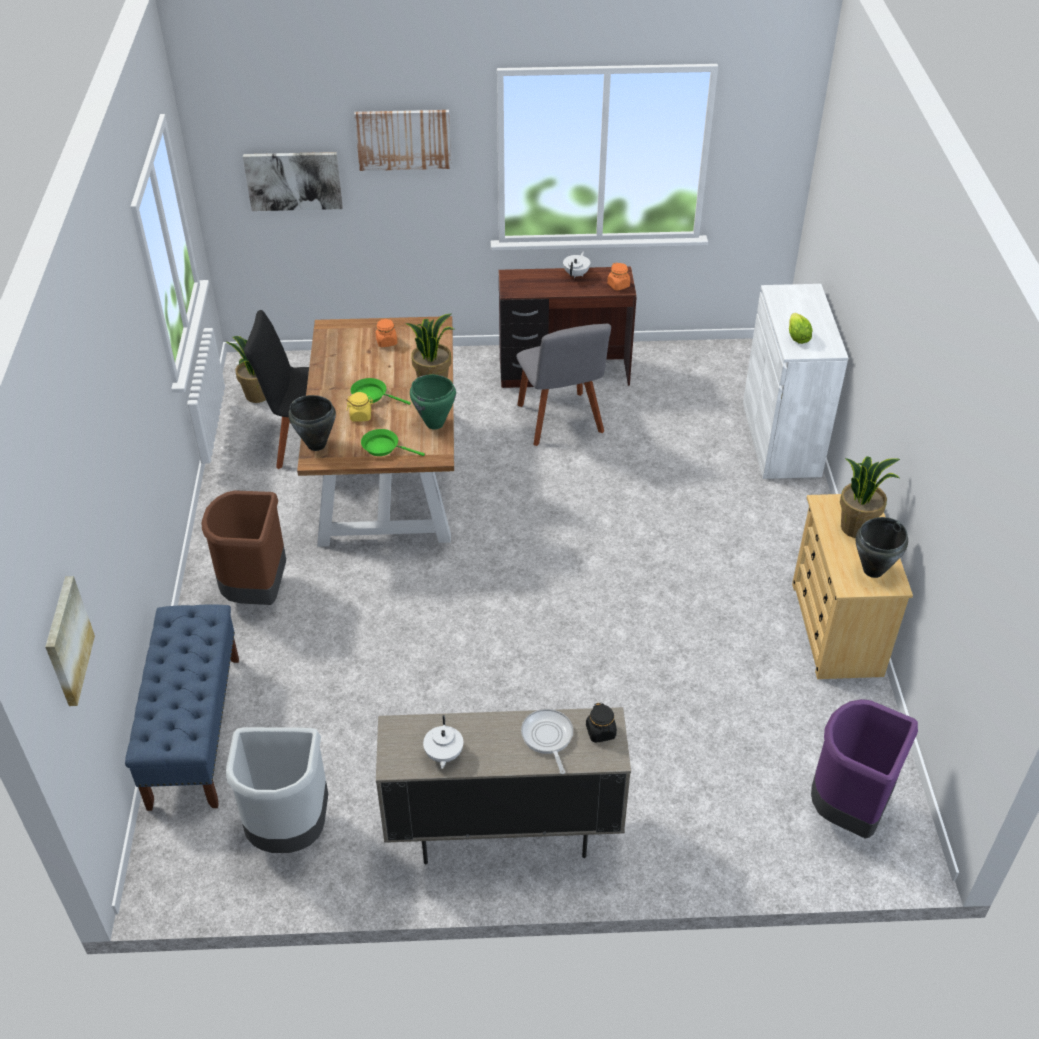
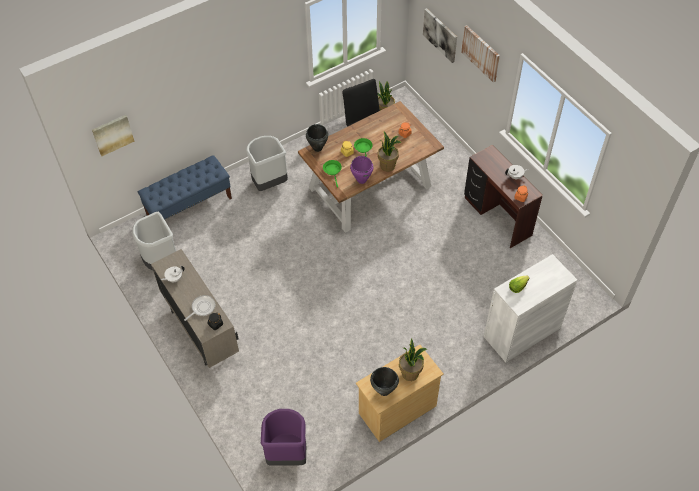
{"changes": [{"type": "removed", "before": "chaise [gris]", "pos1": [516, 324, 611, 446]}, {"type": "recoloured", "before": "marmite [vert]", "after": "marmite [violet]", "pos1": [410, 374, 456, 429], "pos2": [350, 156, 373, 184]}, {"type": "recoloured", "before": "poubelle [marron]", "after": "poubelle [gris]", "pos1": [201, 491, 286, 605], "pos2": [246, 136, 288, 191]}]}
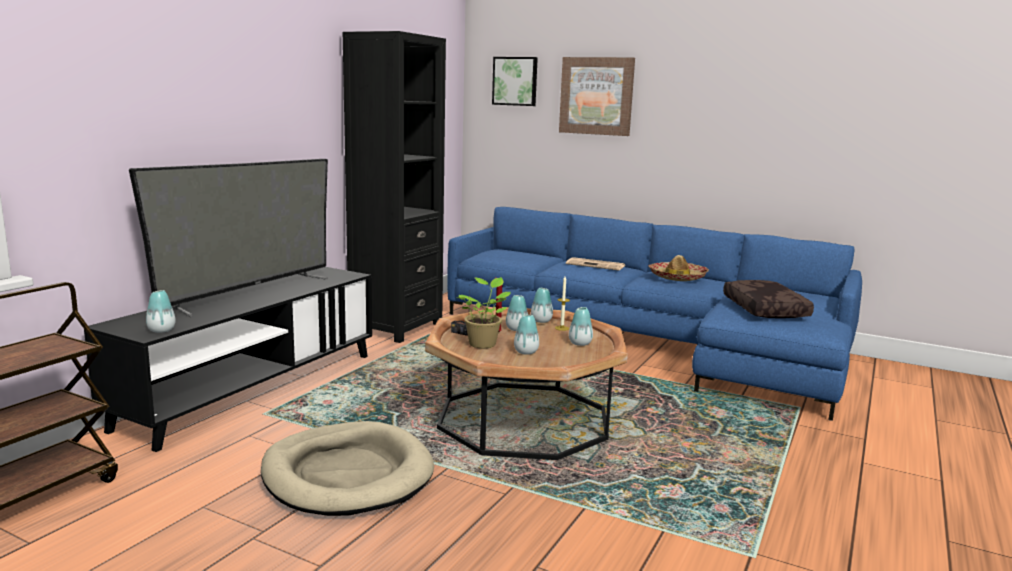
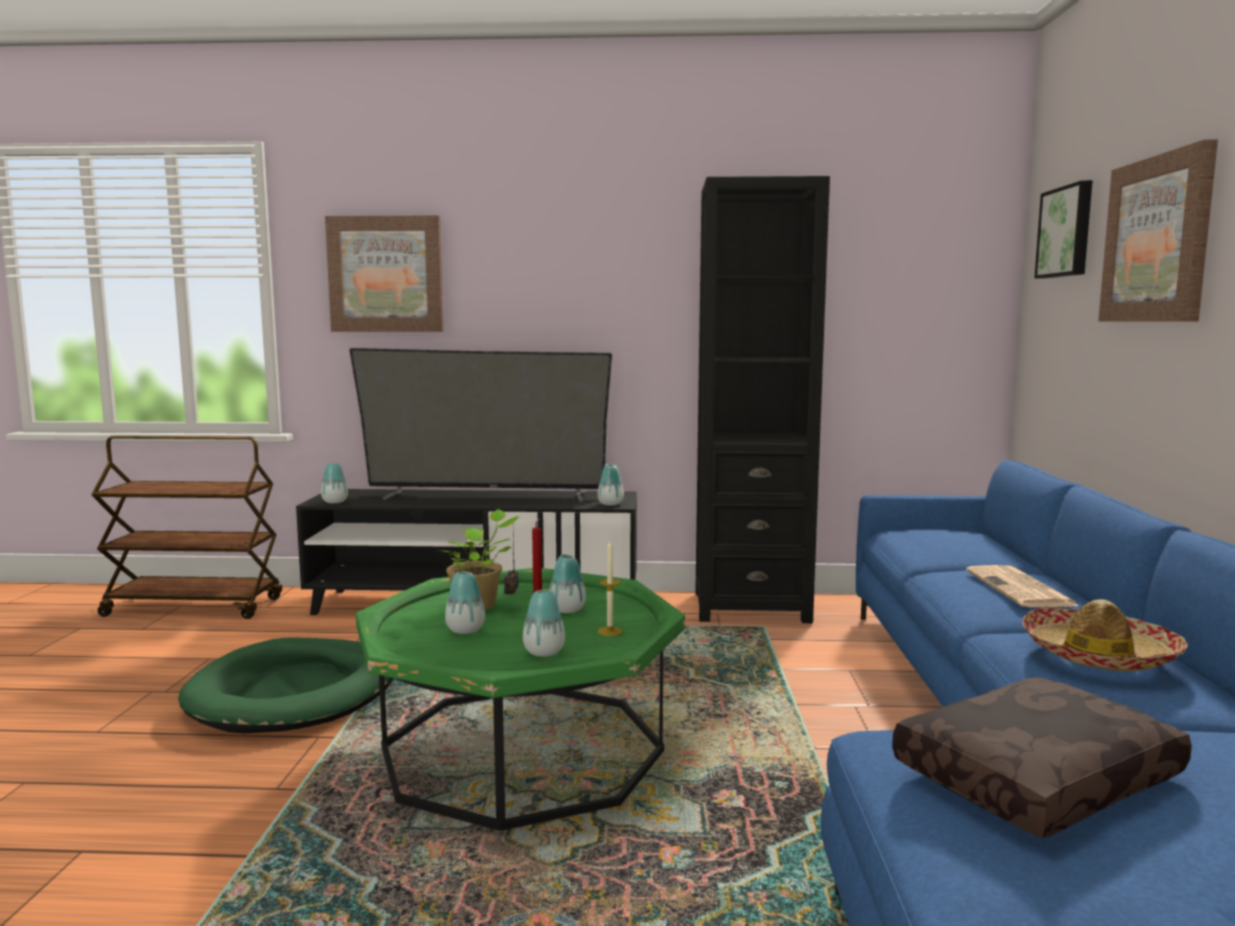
{"changes": [{"type": "moved", "before": "vase", "pos1": [531, 288, 553, 323], "pos2": [598, 464, 624, 506]}, {"type": "recoloured", "before": "table basse [marron]", "after": "table basse [vert]", "pos1": [425, 307, 628, 460], "pos2": [356, 568, 685, 831]}, {"type": "recoloured", "before": "panier pour chien [beige]", "after": "panier pour chien [vert]", "pos1": [261, 421, 434, 516], "pos2": [178, 638, 393, 734]}, {"type": "added", "after": "tableau", "pos2": [325, 215, 444, 332]}]}
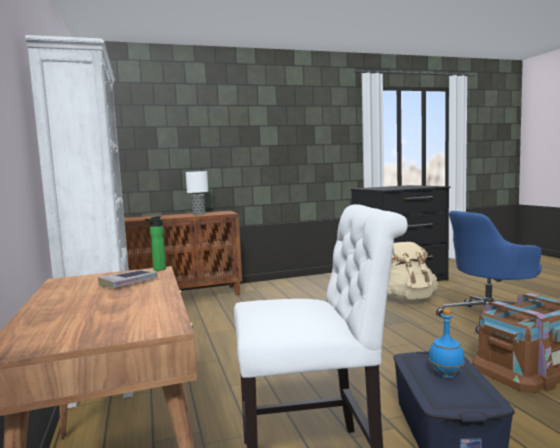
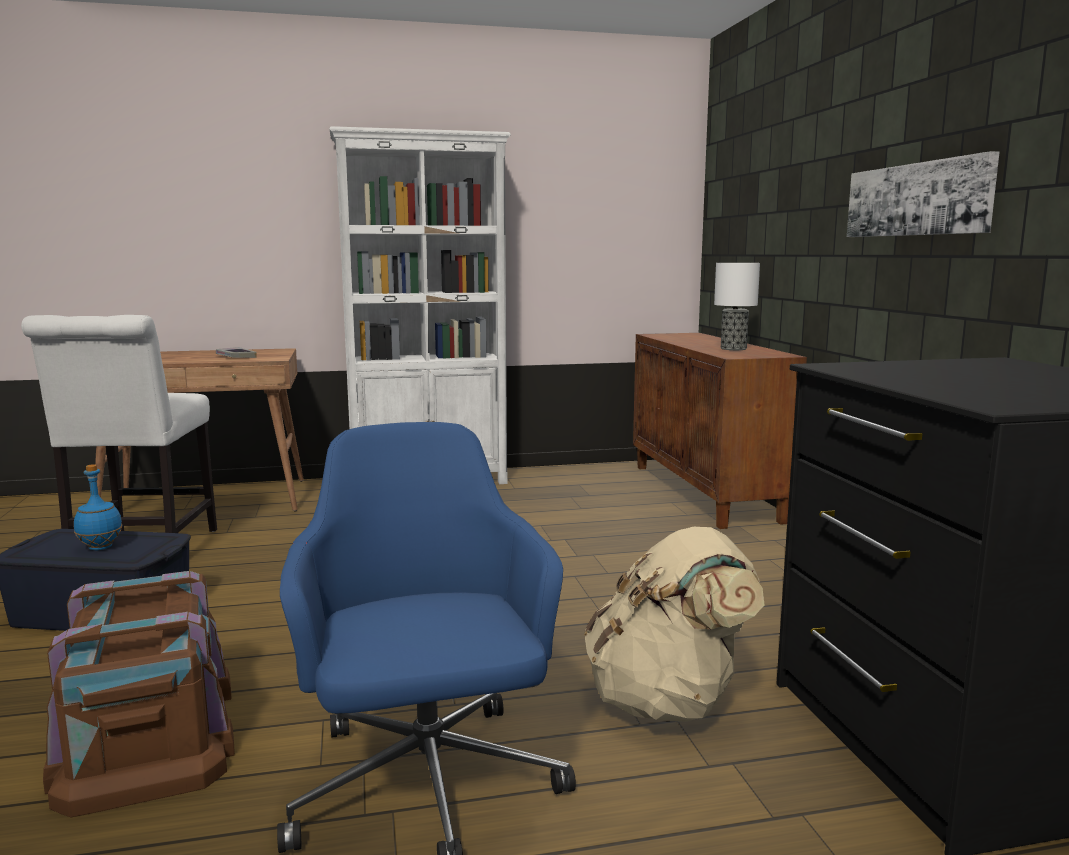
{"changes": [{"type": "removed", "before": "bouteille", "pos1": [145, 216, 166, 271]}, {"type": "added", "after": "tableau", "pos2": [847, 151, 1000, 237]}]}
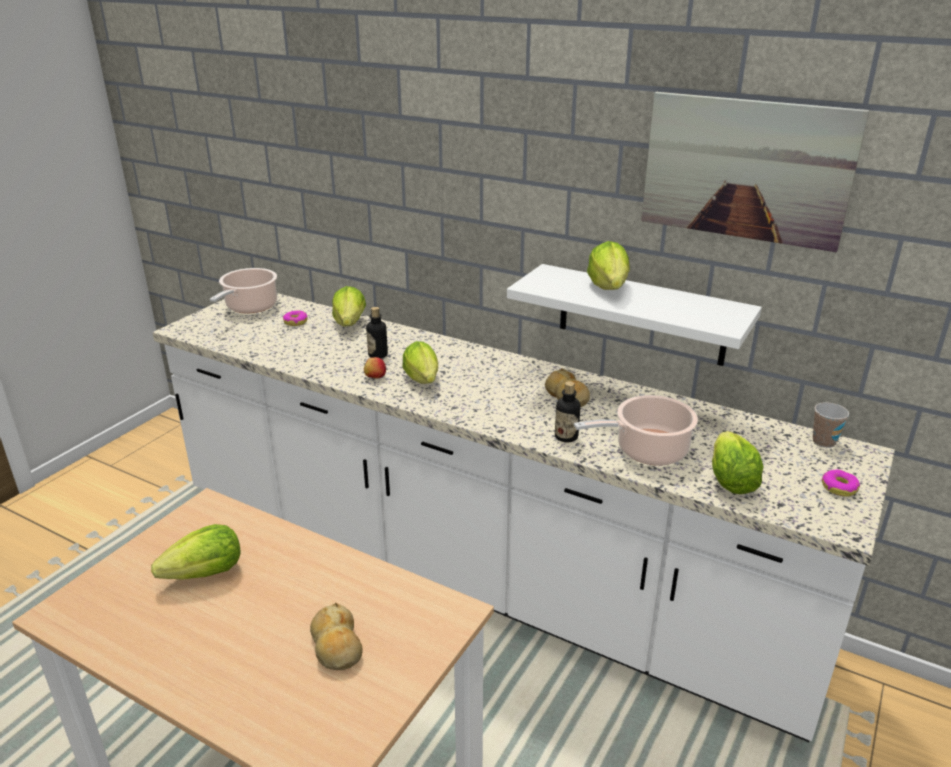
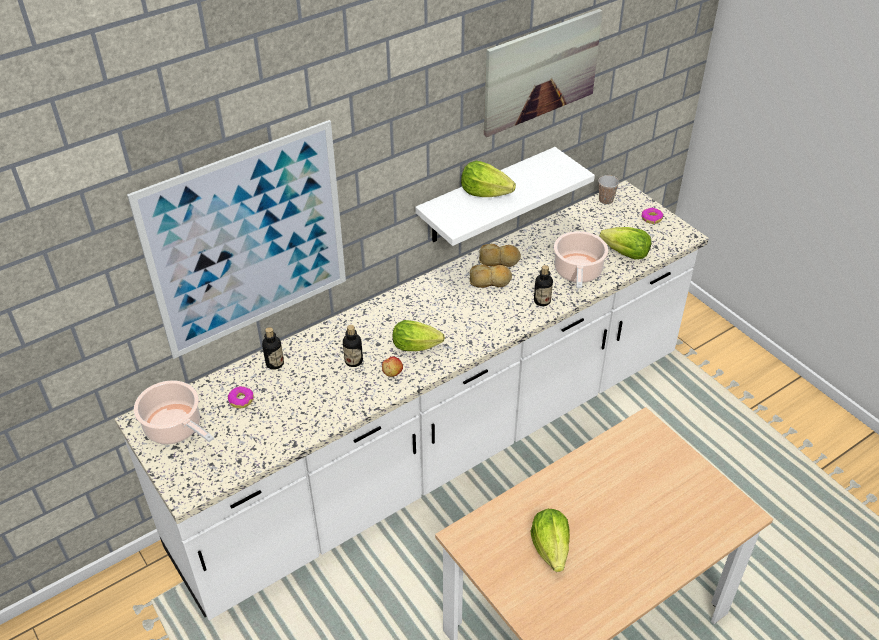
{"changes": [{"type": "replaced", "before": "laitue", "after": "bouteille", "pos1": [332, 286, 366, 326], "pos2": [262, 327, 284, 370]}, {"type": "moved", "before": "pain", "pos1": [310, 603, 362, 670], "pos2": [479, 244, 521, 267]}, {"type": "added", "after": "tableau", "pos2": [127, 120, 346, 359]}]}
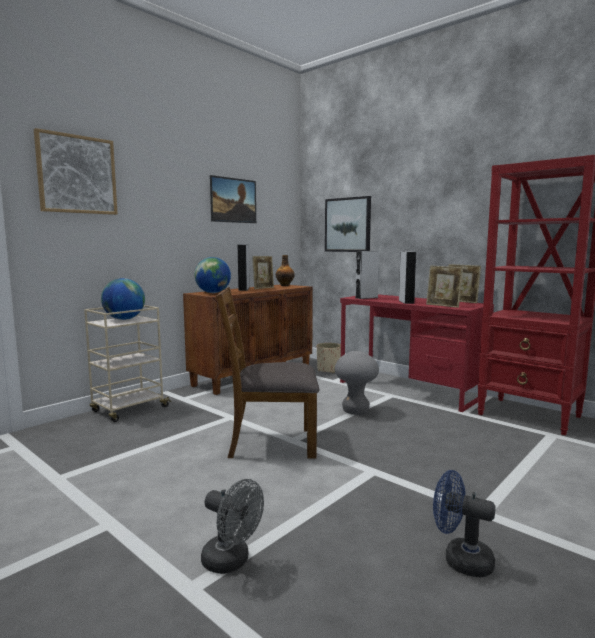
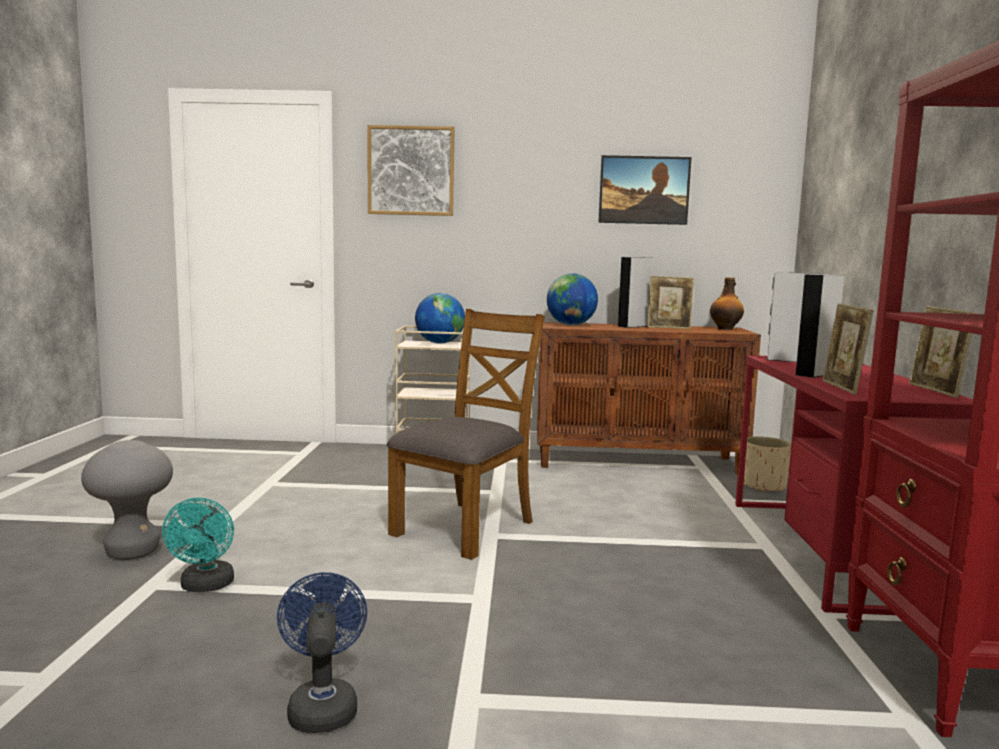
{"changes": [{"type": "removed", "before": "tableau", "pos1": [325, 196, 371, 252]}, {"type": "turned", "before": "chaise [marron]", "pos1": [216, 287, 320, 459], "pos2": [387, 309, 545, 560], "turn": 75}, {"type": "moved", "before": "tabouret [gris]", "pos1": [335, 351, 379, 415], "pos2": [81, 440, 173, 560]}, {"type": "recoloured", "before": "ventilateur [gris]", "after": "ventilateur [turquoise]", "pos1": [201, 479, 264, 574], "pos2": [162, 498, 234, 592]}]}
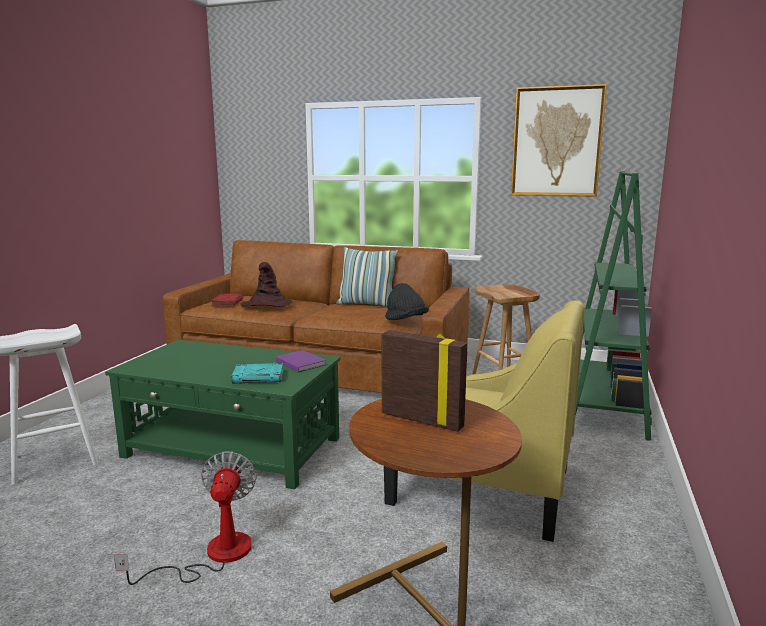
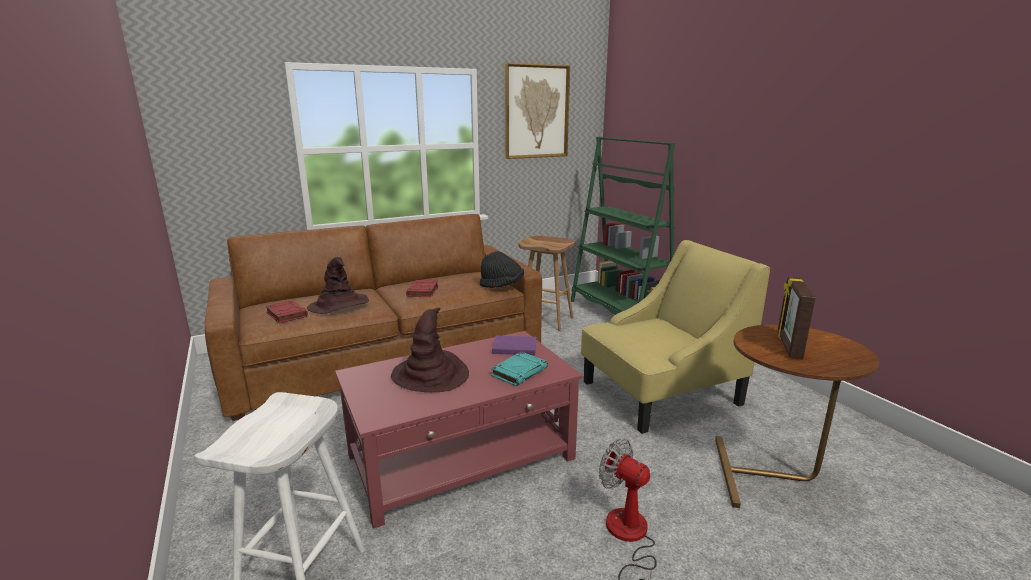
{"changes": [{"type": "removed", "before": "coussin", "pos1": [336, 247, 398, 307]}, {"type": "turned", "before": "cadre photo", "pos1": [382, 330, 468, 432], "pos2": [777, 276, 816, 359], "turn": -60}, {"type": "recoloured", "before": "table basse [vert]", "after": "table basse [rouge]", "pos1": [105, 340, 341, 489], "pos2": [335, 331, 583, 529]}, {"type": "added", "after": "livre [rouge]", "pos2": [406, 280, 438, 297]}, {"type": "added", "after": "chapeau [marron]", "pos2": [391, 308, 469, 392]}]}
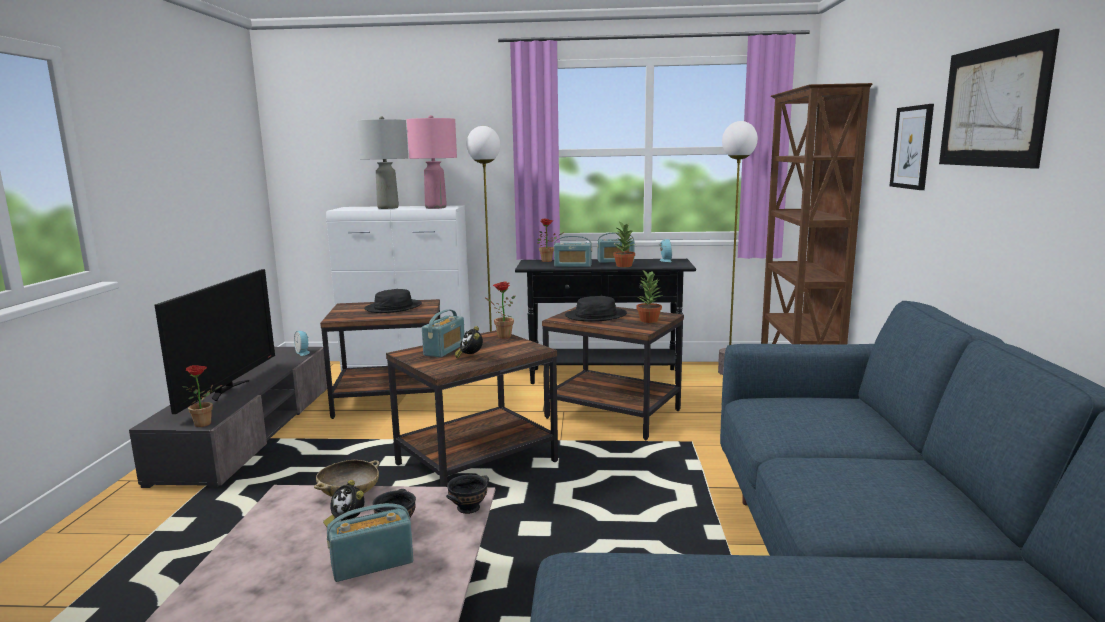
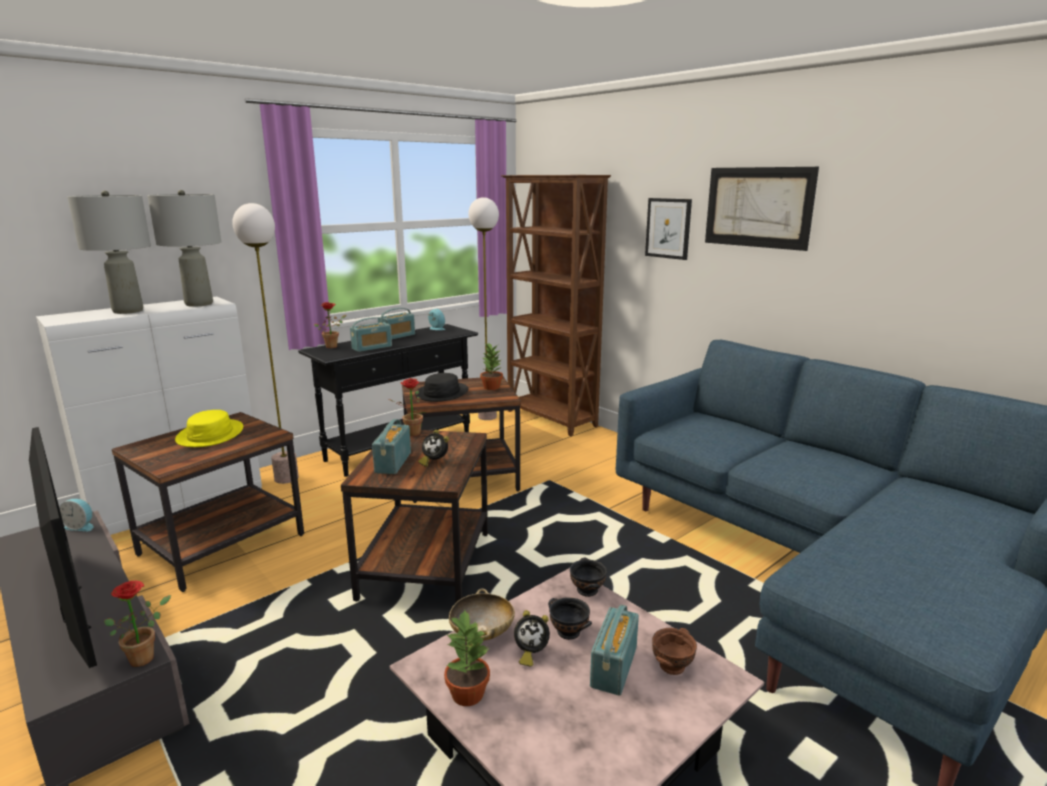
{"changes": [{"type": "recoloured", "before": "lampe de table [rose]", "after": "lampe de table [gris]", "pos1": [407, 115, 457, 209], "pos2": [147, 190, 221, 307]}, {"type": "moved", "before": "plante en pot", "pos1": [613, 222, 635, 267], "pos2": [444, 610, 490, 706]}, {"type": "recoloured", "before": "chapeau [noir]", "after": "chapeau [jaune]", "pos1": [364, 289, 422, 313], "pos2": [175, 410, 243, 447]}, {"type": "turned", "before": "radio", "pos1": [422, 309, 465, 357], "pos2": [372, 419, 411, 474], "turn": -150}, {"type": "added", "after": "bol [marron]", "pos2": [652, 628, 697, 675]}]}
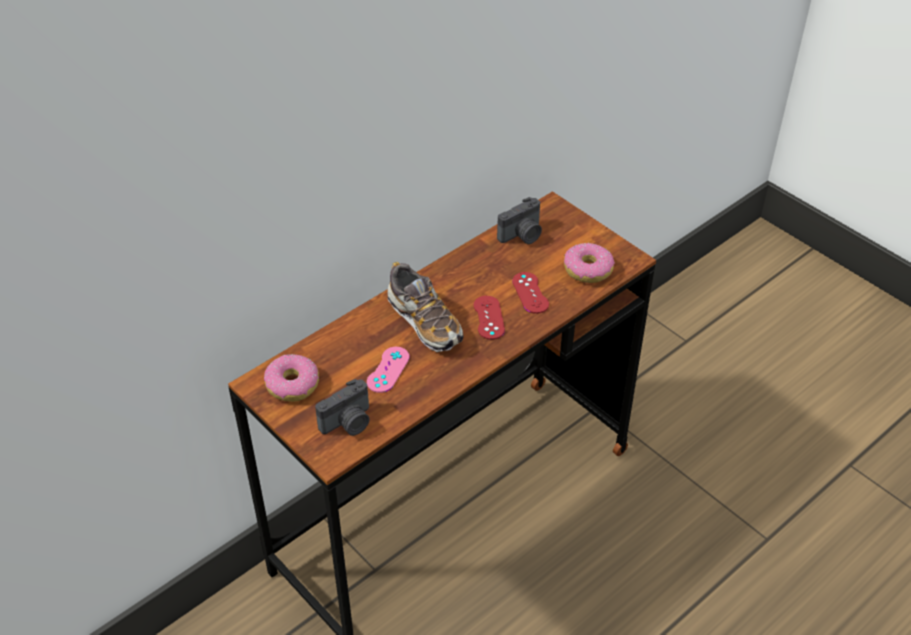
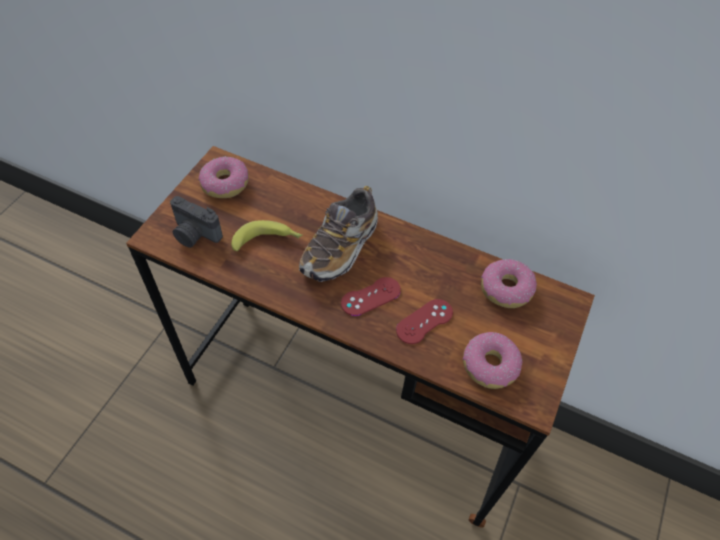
{"changes": [{"type": "replaced", "before": "appareil photo", "after": "beignet", "pos1": [497, 197, 542, 244], "pos2": [481, 259, 537, 308]}, {"type": "replaced", "before": "manette [rose]", "after": "banane", "pos1": [367, 347, 410, 393], "pos2": [231, 220, 302, 251]}]}
